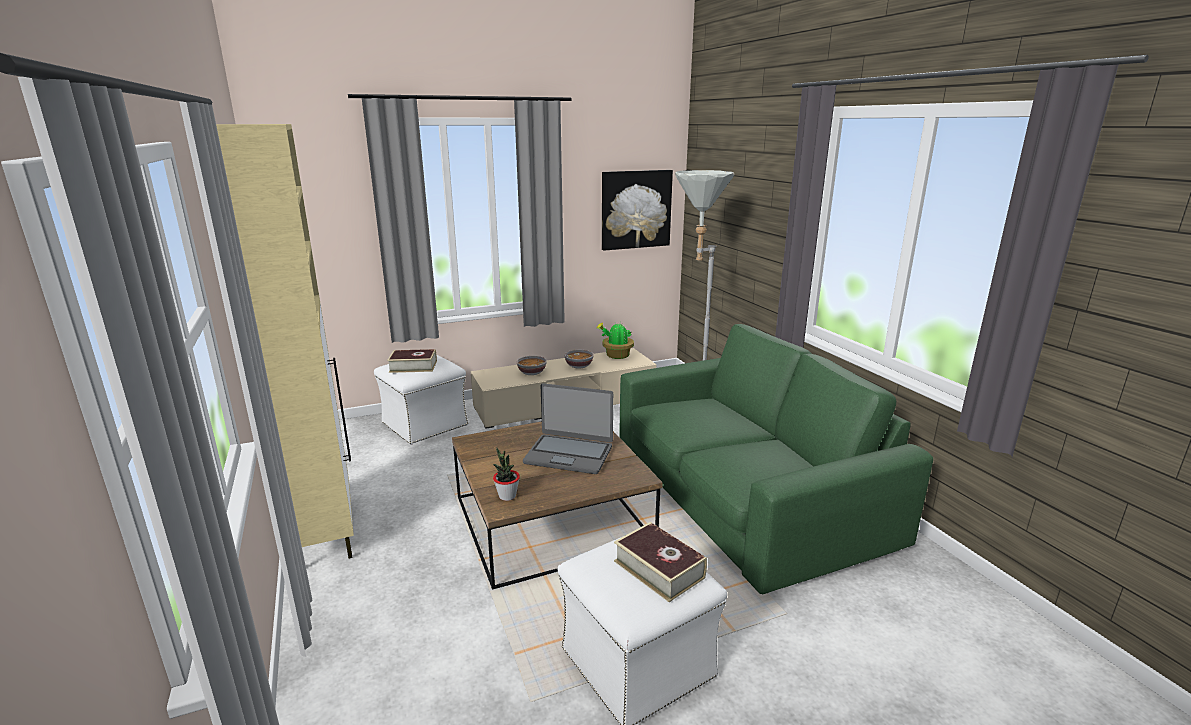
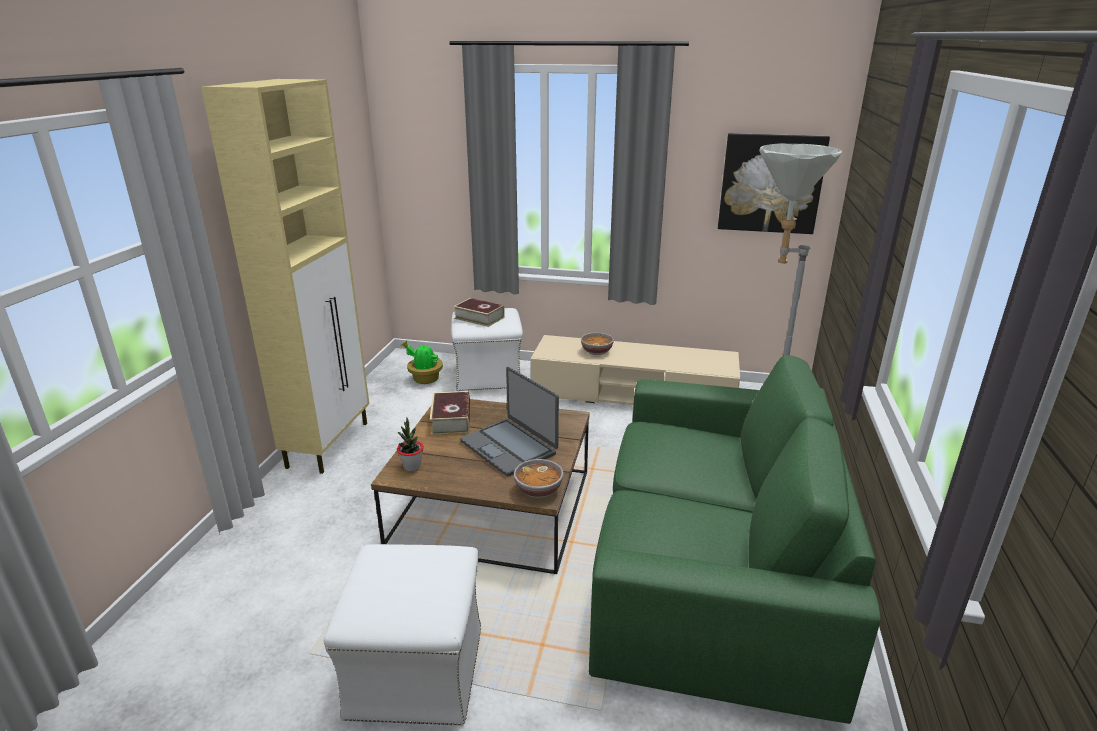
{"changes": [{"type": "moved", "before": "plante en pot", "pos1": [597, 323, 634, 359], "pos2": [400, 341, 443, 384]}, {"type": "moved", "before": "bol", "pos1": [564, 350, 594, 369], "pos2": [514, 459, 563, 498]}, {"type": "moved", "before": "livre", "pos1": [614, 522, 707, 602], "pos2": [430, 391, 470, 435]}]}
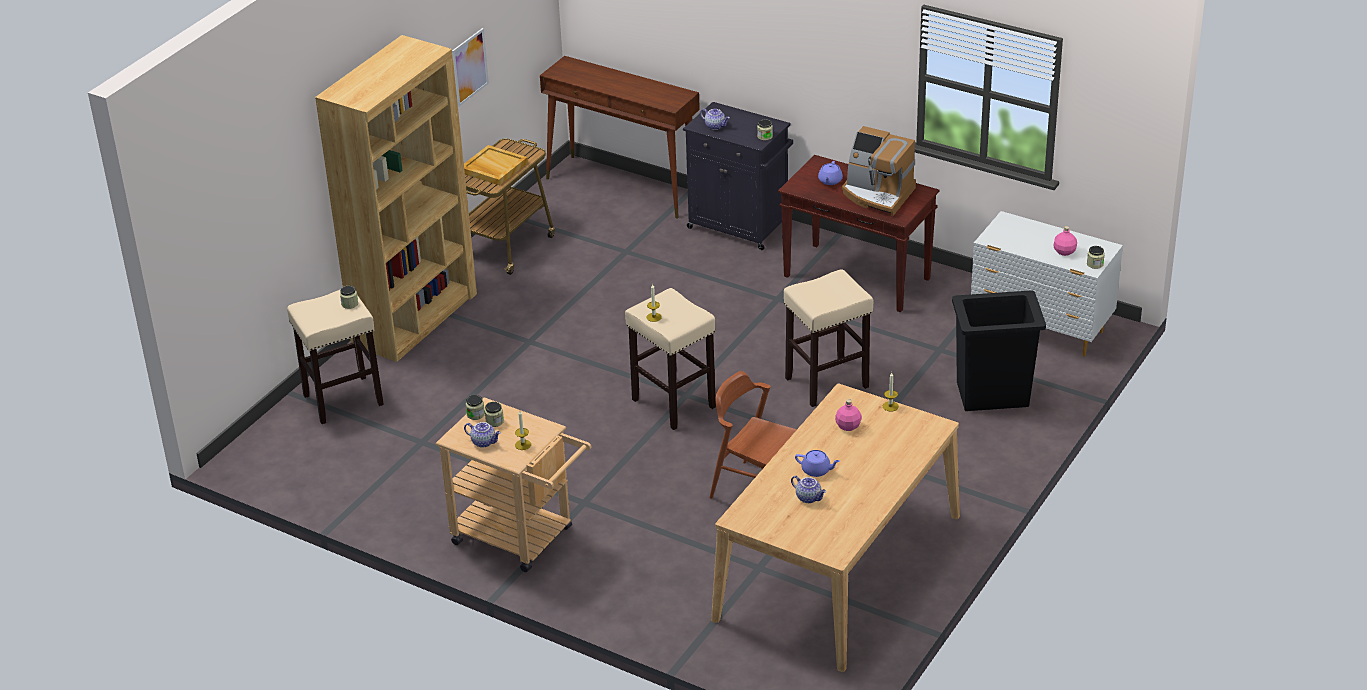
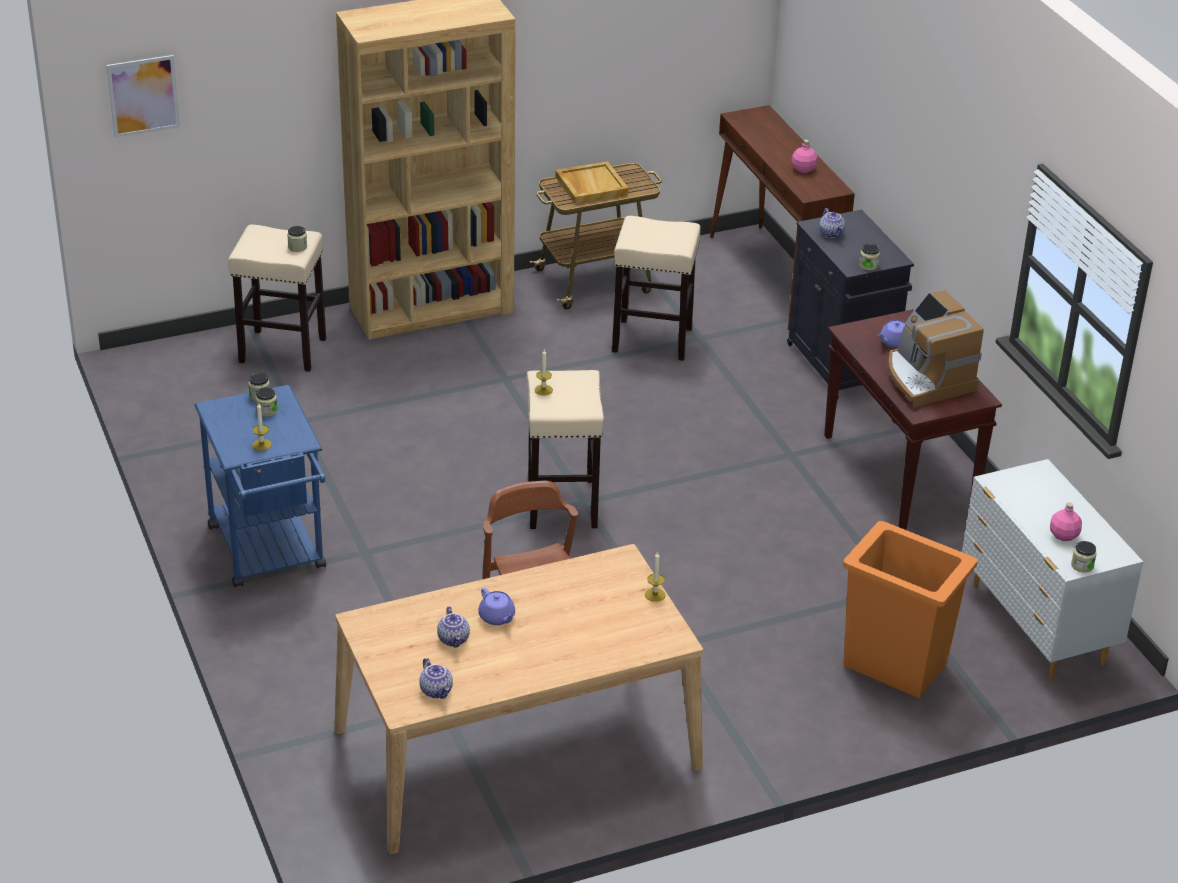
{"changes": [{"type": "moved", "before": "tableau", "pos1": [452, 28, 489, 107], "pos2": [106, 55, 180, 138]}, {"type": "moved", "before": "tabouret [beige]", "pos1": [784, 269, 873, 407], "pos2": [612, 216, 701, 361]}, {"type": "recoloured", "before": "poubelle [noir]", "after": "poubelle [orange]", "pos1": [952, 290, 1046, 411], "pos2": [843, 521, 978, 698]}, {"type": "recoloured", "before": "chariot [beige]", "after": "chariot [bleu]", "pos1": [435, 397, 591, 572], "pos2": [195, 385, 326, 587]}, {"type": "moved", "before": "bouteille [rose]", "pos1": [835, 399, 862, 431], "pos2": [791, 140, 818, 173]}, {"type": "moved", "before": "théière", "pos1": [464, 422, 501, 448], "pos2": [419, 658, 453, 699]}]}
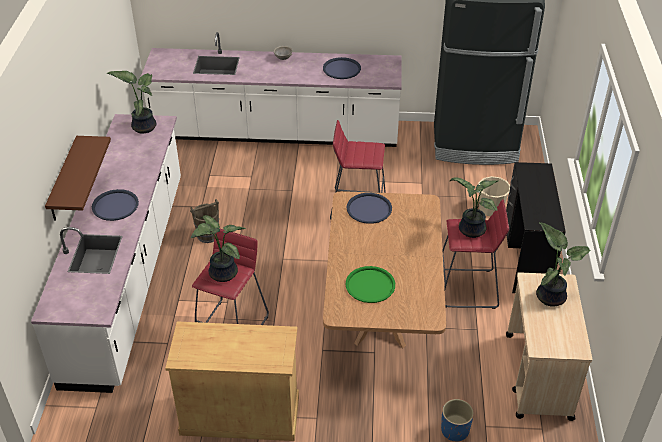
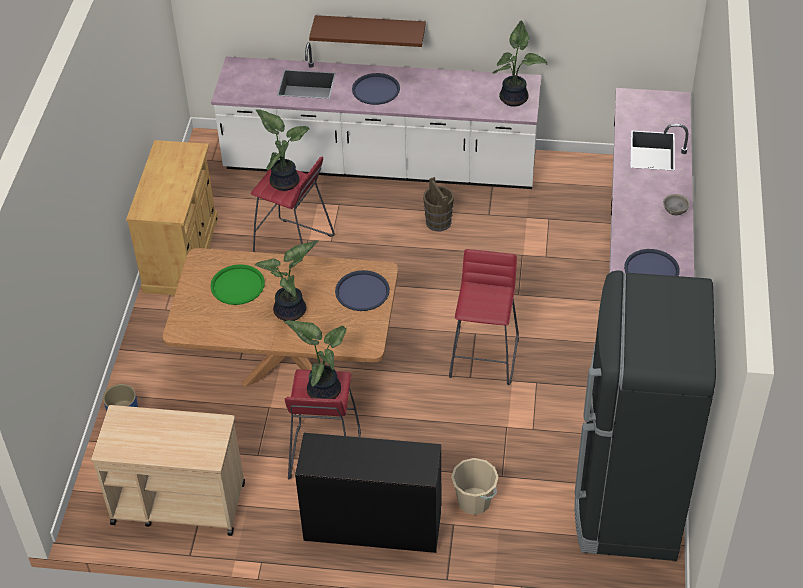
{"changes": [{"type": "moved", "before": "plante en pot", "pos1": [536, 222, 591, 307], "pos2": [255, 241, 319, 321]}]}
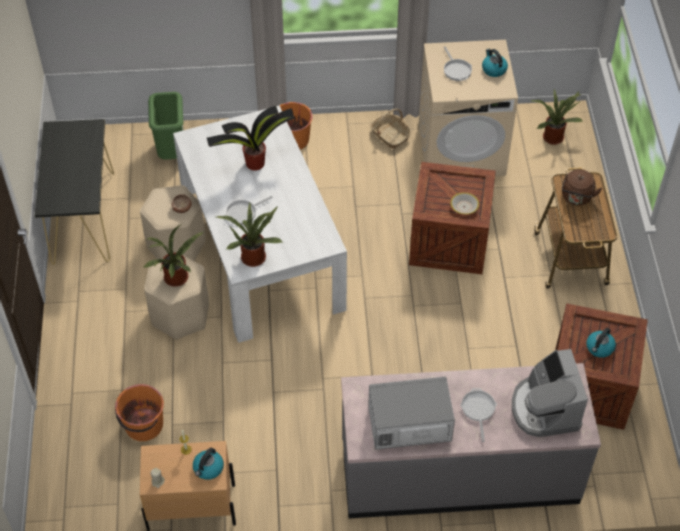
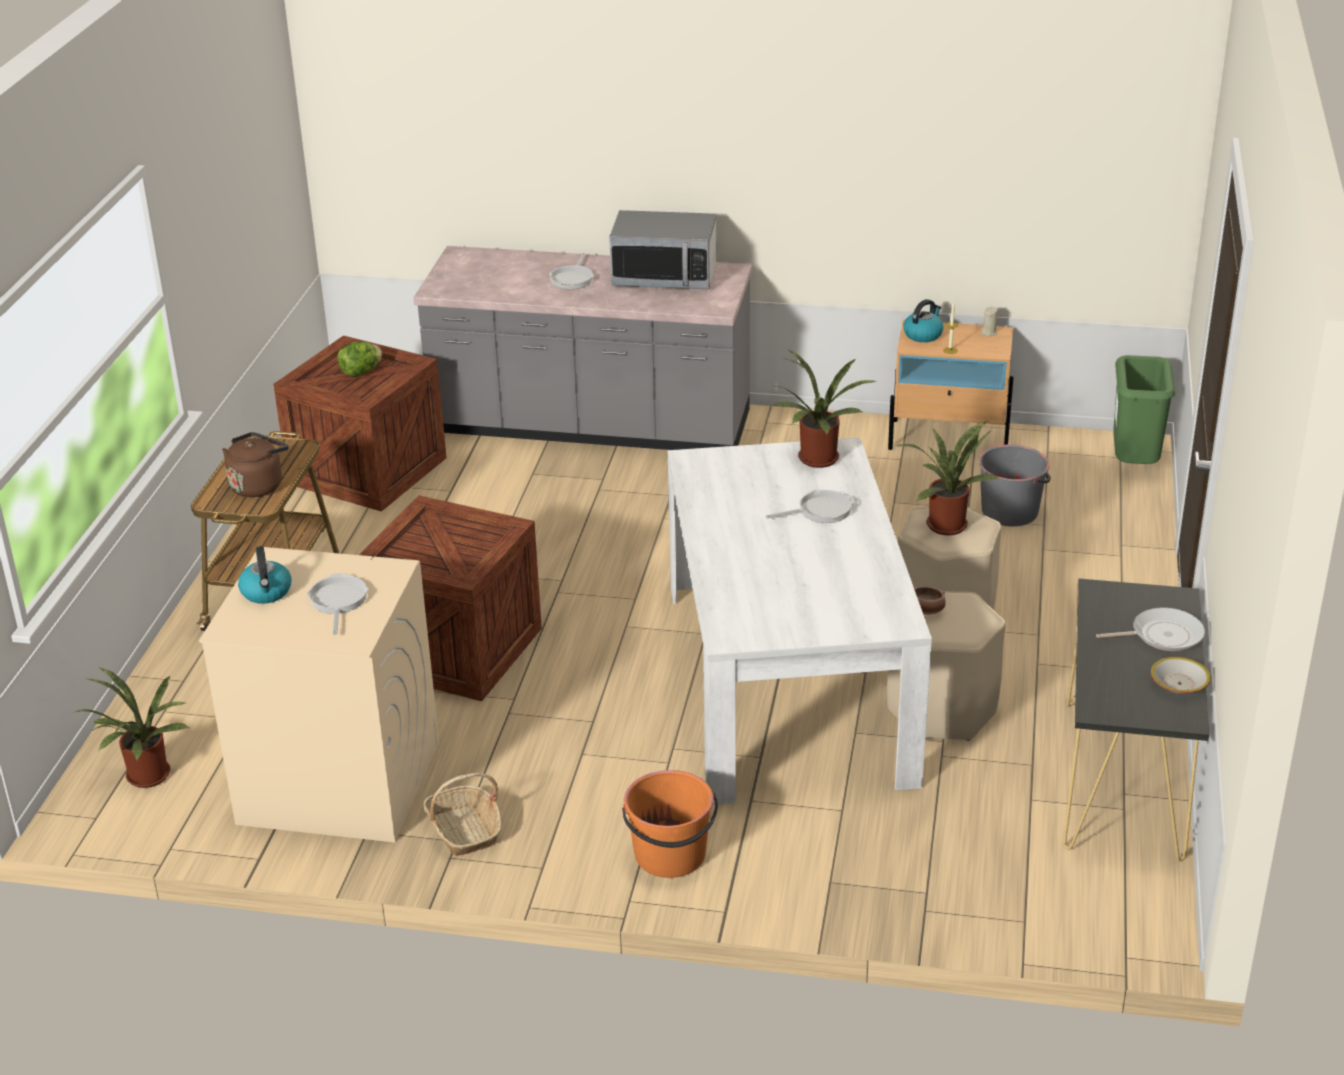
{"changes": [{"type": "moved", "before": "poubelle [vert]", "pos1": [148, 92, 183, 160], "pos2": [1113, 355, 1175, 464]}, {"type": "removed", "before": "plante en pot", "pos1": [207, 106, 296, 170]}, {"type": "moved", "before": "bol", "pos1": [450, 192, 479, 215], "pos2": [1150, 657, 1211, 694]}, {"type": "replaced", "before": "bouilloire", "after": "laitue", "pos1": [586, 328, 616, 358], "pos2": [337, 341, 382, 376]}, {"type": "removed", "before": "machine à café", "pos1": [512, 349, 588, 437]}, {"type": "recoloured", "before": "seau [orange]", "after": "seau [gris]", "pos1": [115, 384, 164, 441], "pos2": [978, 444, 1051, 526]}, {"type": "added", "after": "poêle", "pos2": [1096, 608, 1205, 651]}]}
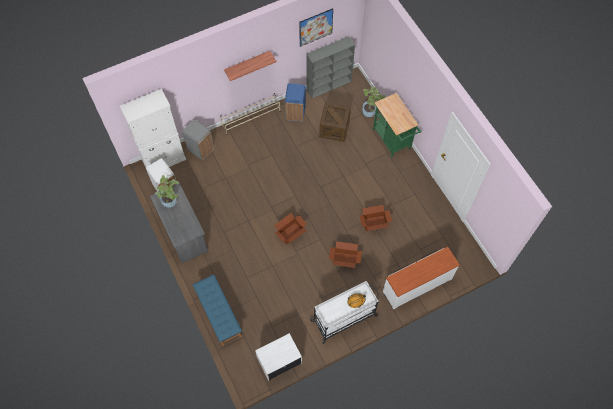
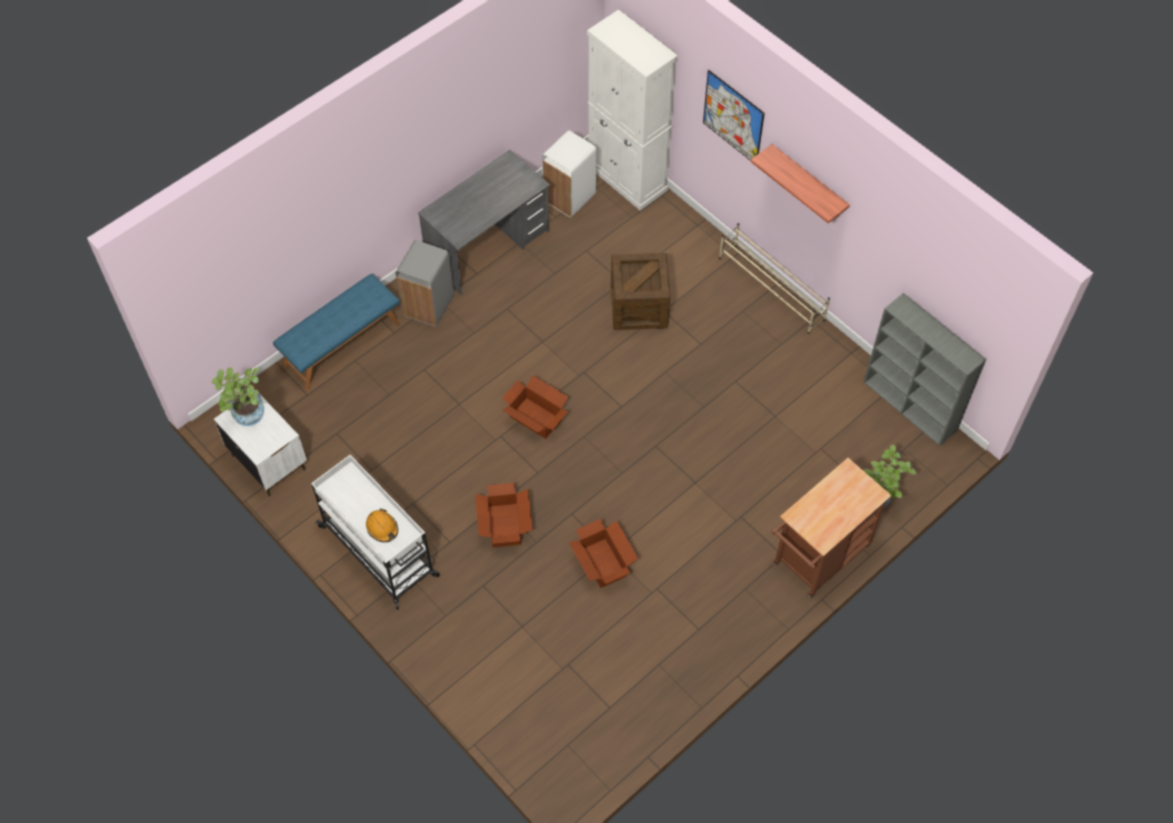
{"changes": [{"type": "moved", "before": "tableau", "pos1": [299, 8, 333, 47], "pos2": [703, 70, 765, 161]}, {"type": "removed", "before": "poubelle [bleu]", "pos1": [285, 83, 306, 122]}, {"type": "recoloured", "before": "chariot [vert]", "after": "chariot [marron]", "pos1": [372, 93, 422, 158], "pos2": [771, 458, 892, 598]}, {"type": "moved", "before": "caisse", "pos1": [319, 102, 351, 142], "pos2": [611, 253, 670, 330]}, {"type": "moved", "before": "poubelle [gris]", "pos1": [182, 119, 214, 160], "pos2": [395, 240, 454, 327]}, {"type": "moved", "before": "plante en pot", "pos1": [155, 175, 180, 207], "pos2": [212, 367, 264, 426]}, {"type": "removed", "before": "commode [blanc]", "pos1": [383, 247, 460, 309]}]}
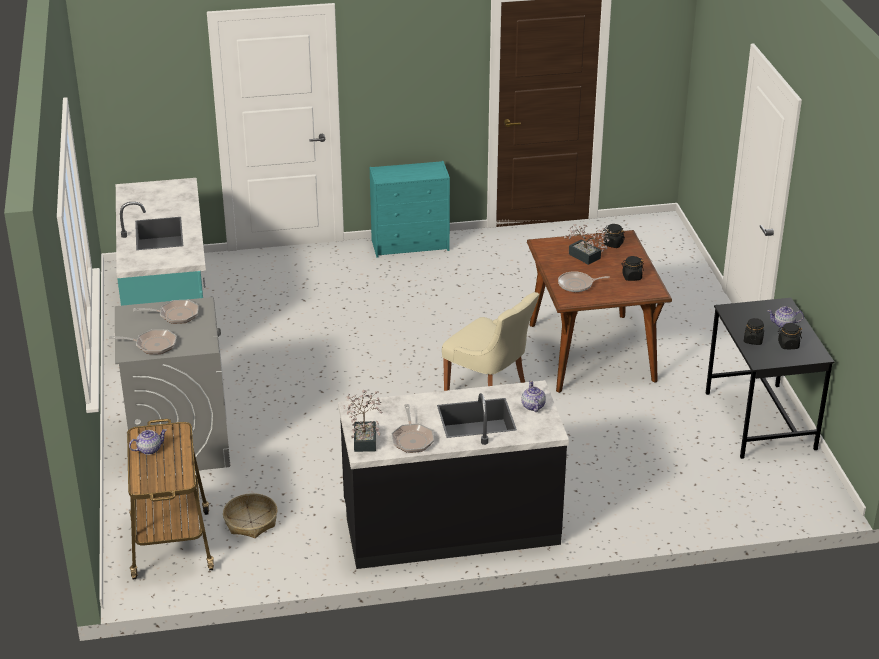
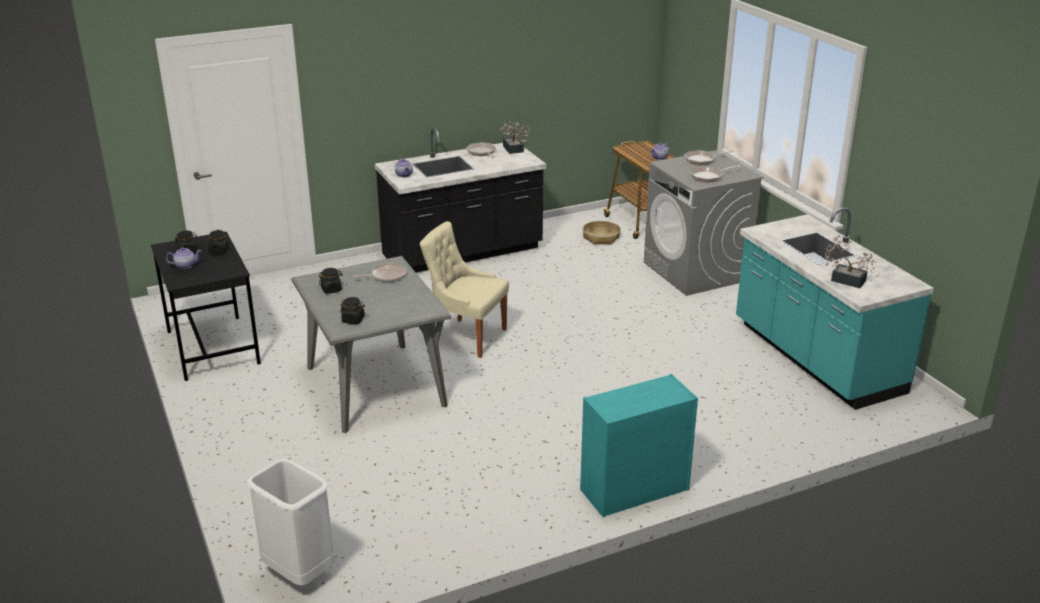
{"changes": [{"type": "moved", "before": "plante en pot", "pos1": [564, 224, 612, 265], "pos2": [825, 235, 875, 288]}, {"type": "recoloured", "before": "table à manger [marron]", "after": "table à manger [gris]", "pos1": [527, 230, 672, 393], "pos2": [291, 256, 452, 433]}, {"type": "added", "after": "poubelle [blanc]", "pos2": [247, 459, 335, 586]}]}
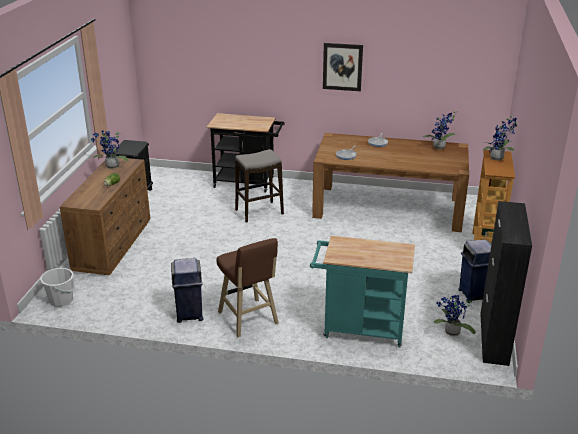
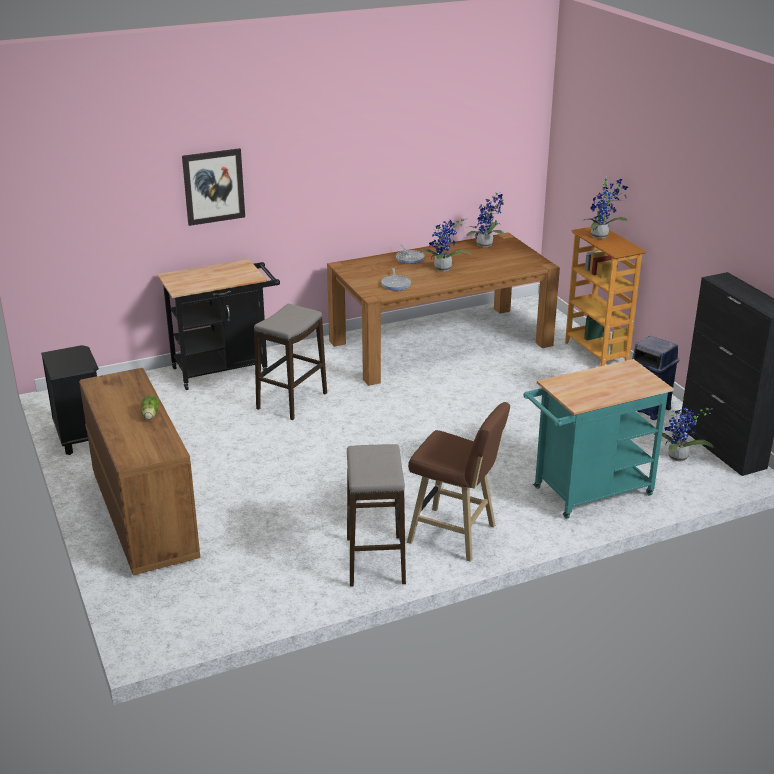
{"changes": [{"type": "moved", "before": "tableau", "pos1": [323, 43, 363, 91], "pos2": [182, 148, 245, 226]}, {"type": "moved", "before": "plante en pot", "pos1": [91, 131, 129, 169], "pos2": [420, 218, 472, 271]}, {"type": "replaced", "before": "poubelle [bleu]", "after": "tabouret", "pos1": [171, 258, 203, 323], "pos2": [347, 444, 406, 587]}, {"type": "removed", "before": "seau [blanc]", "pos1": [40, 268, 75, 307]}]}
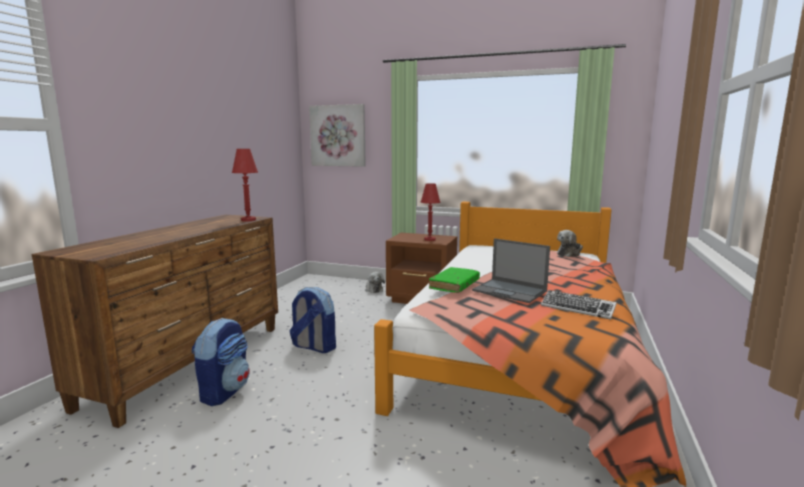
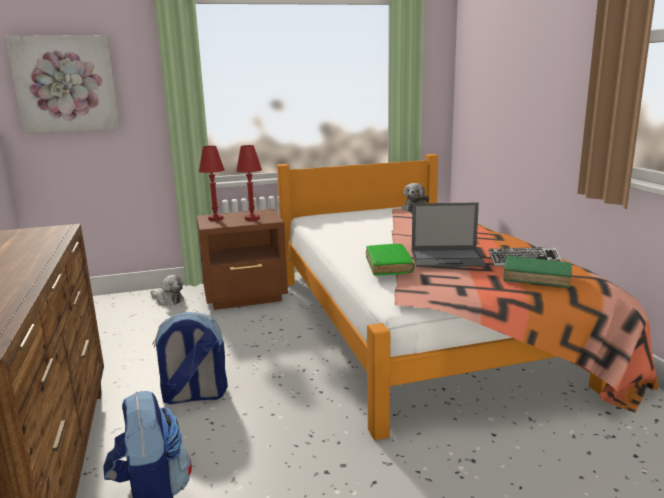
{"changes": [{"type": "moved", "before": "lampe de table [rouge]", "pos1": [232, 149, 258, 221], "pos2": [198, 146, 225, 221]}, {"type": "added", "after": "livre [vert]", "pos2": [503, 256, 572, 288]}]}
